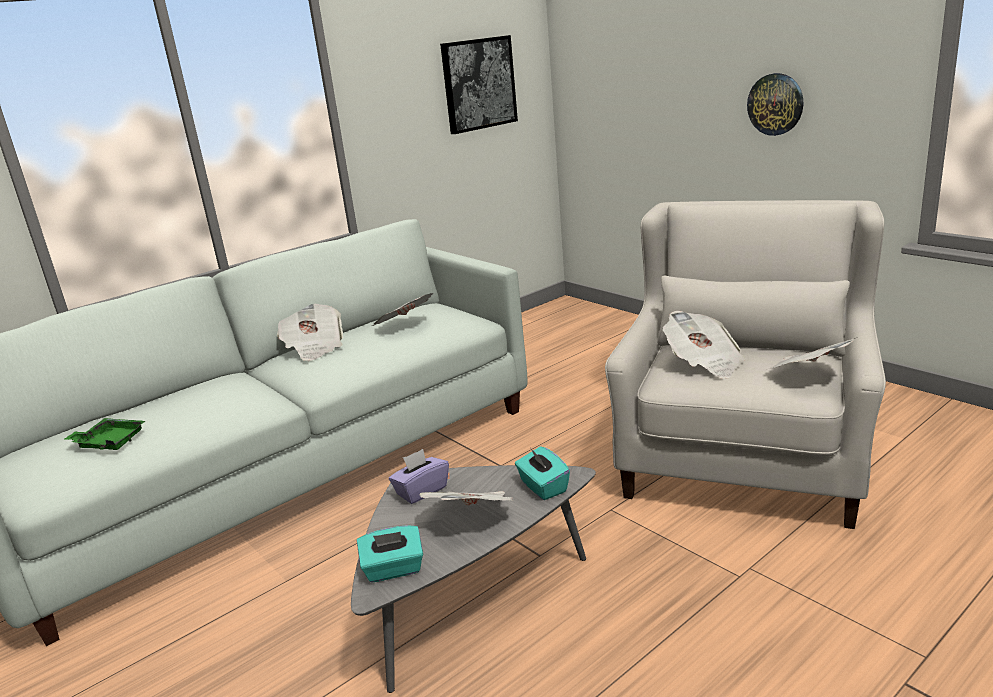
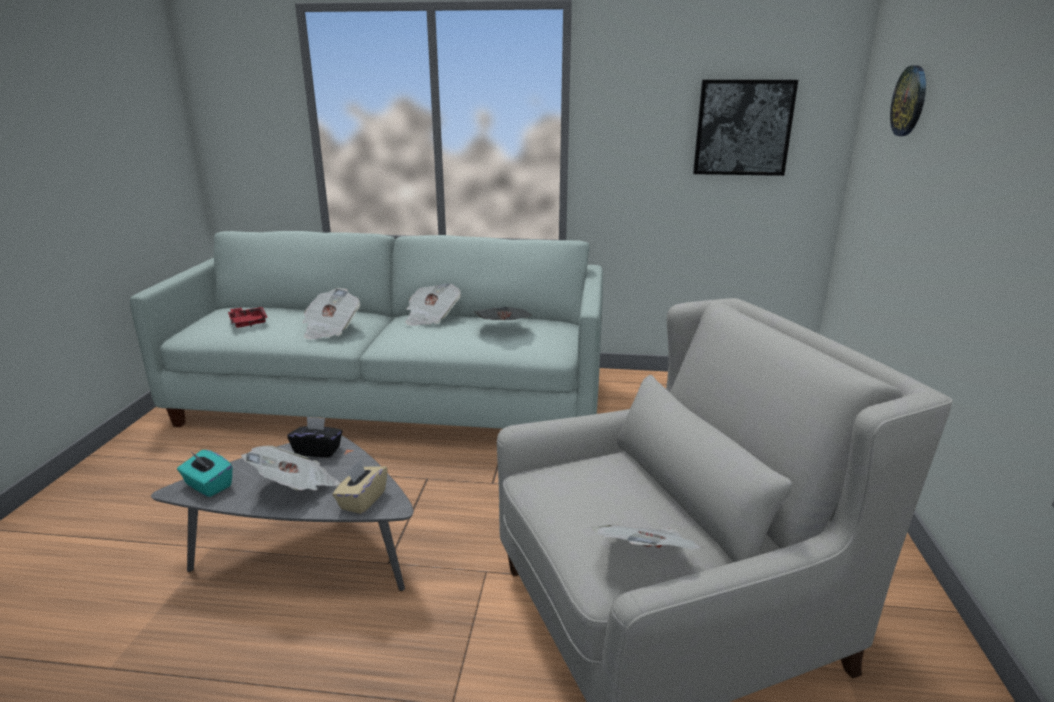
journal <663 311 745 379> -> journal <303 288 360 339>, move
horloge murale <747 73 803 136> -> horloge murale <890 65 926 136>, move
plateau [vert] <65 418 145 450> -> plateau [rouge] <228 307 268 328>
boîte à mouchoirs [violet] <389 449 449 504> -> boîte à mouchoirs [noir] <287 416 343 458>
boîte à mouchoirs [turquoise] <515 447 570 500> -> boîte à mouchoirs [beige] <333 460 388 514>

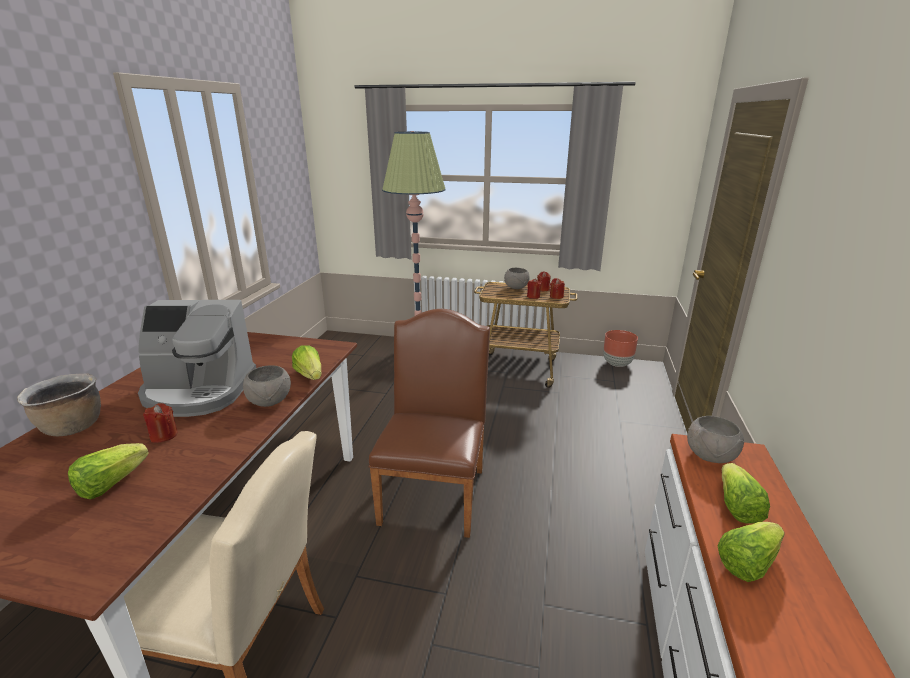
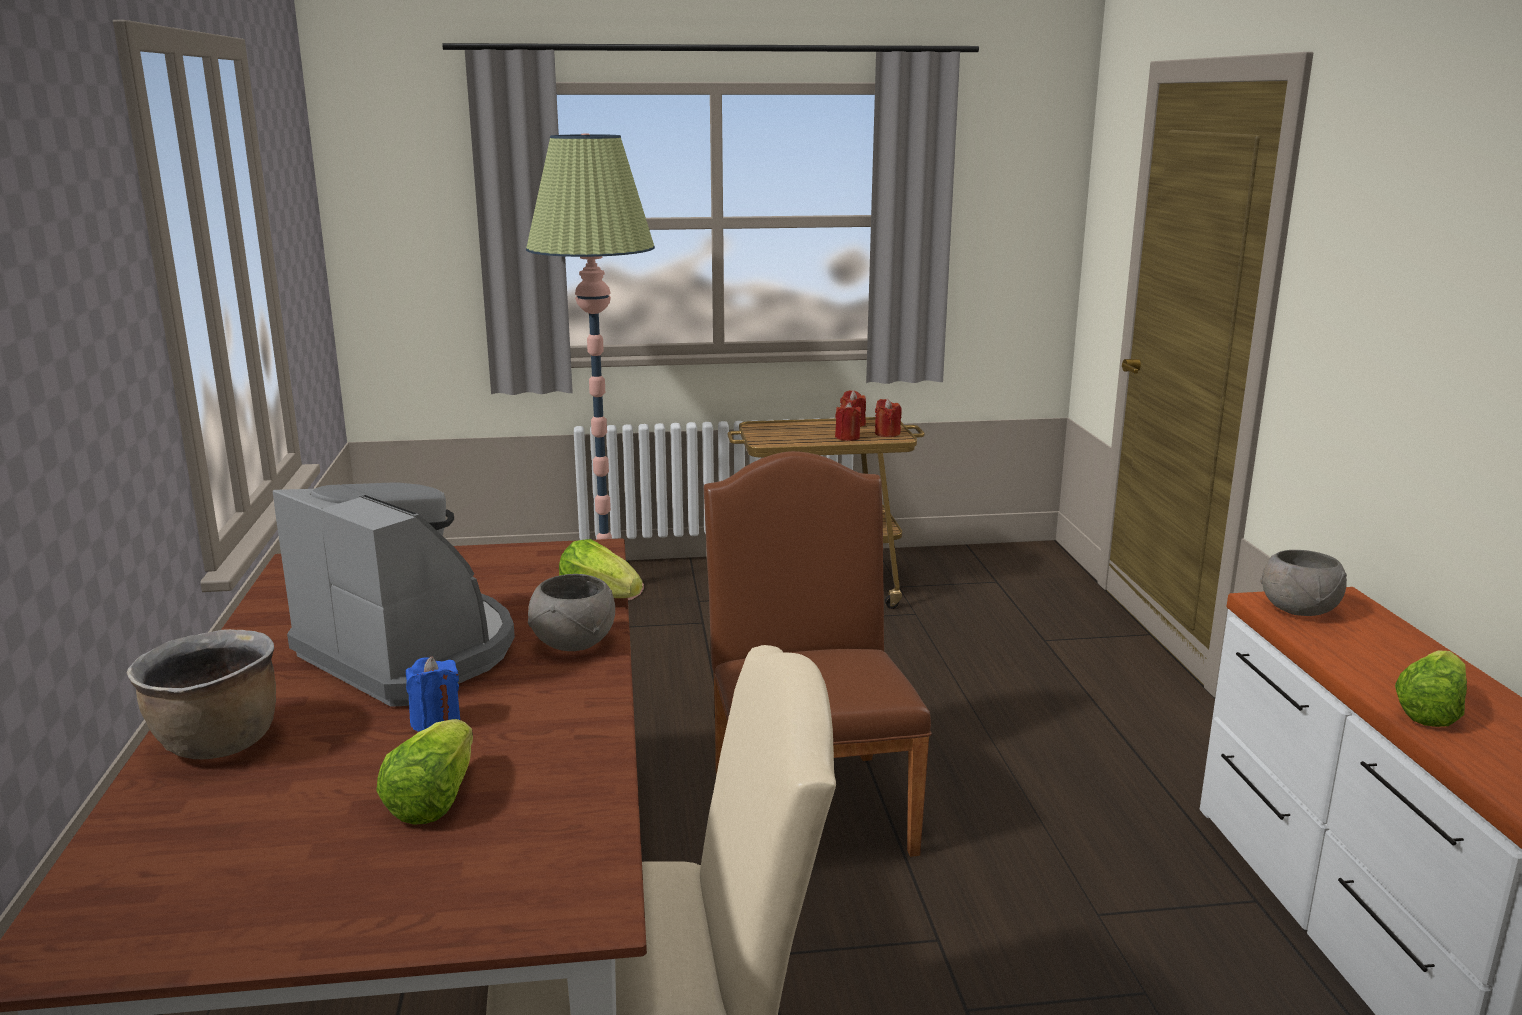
bol [gris] <504 268 529 289> -> none
cache-pot [marron] <603 330 638 367> -> none
laitue <722 463 770 523> -> none
bougie [rouge] <143 403 178 443> -> bougie [bleu] <406 656 460 732>
machine à café <138 300 256 417> -> machine à café <273 482 515 707>, 120 degrees counterclockwise

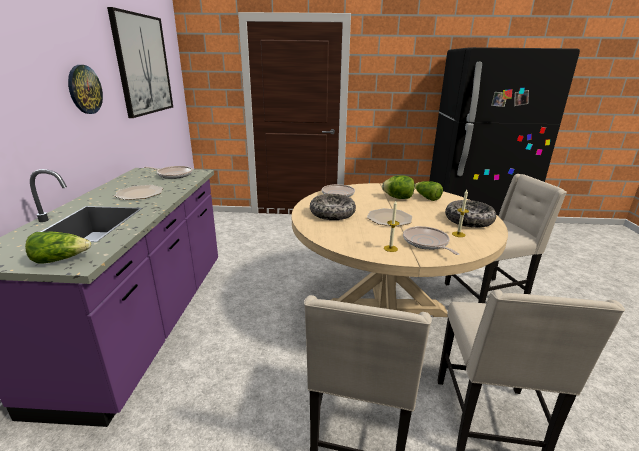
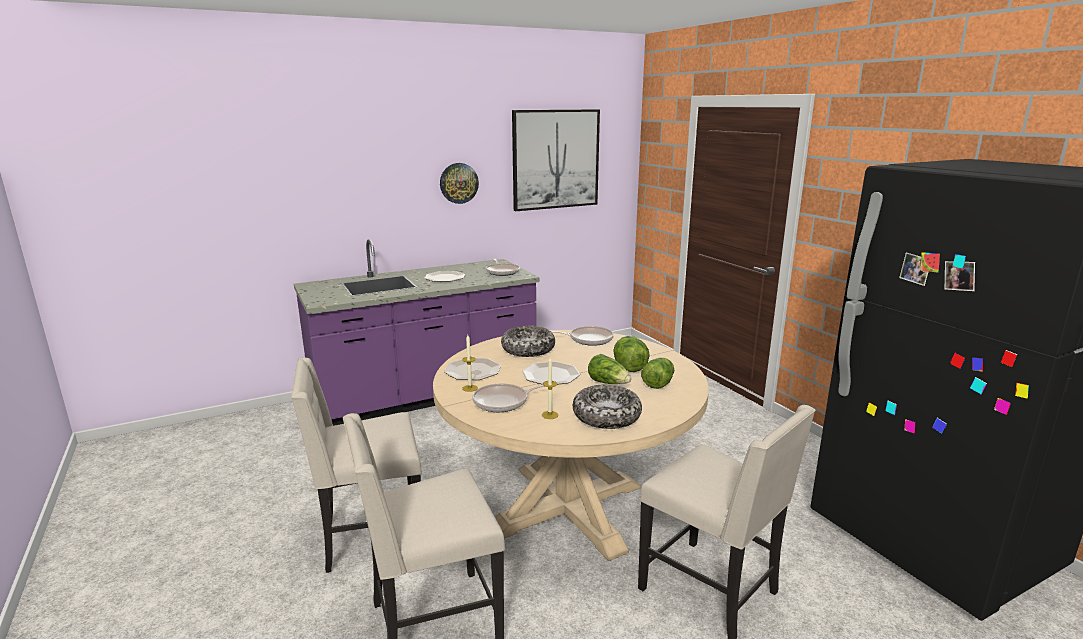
none -> assiette <444 358 501 380>
laitue <25 232 91 263> -> laitue <588 354 631 384>, move
poêle <403 226 459 255> -> poêle <472 383 545 412>, 150 degrees counterclockwise

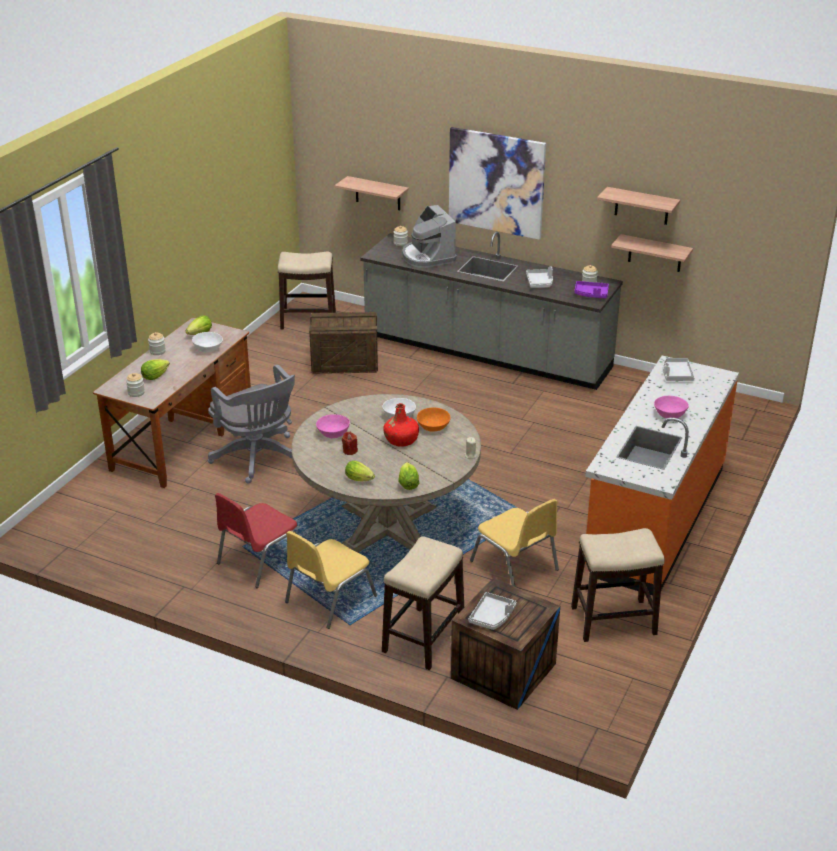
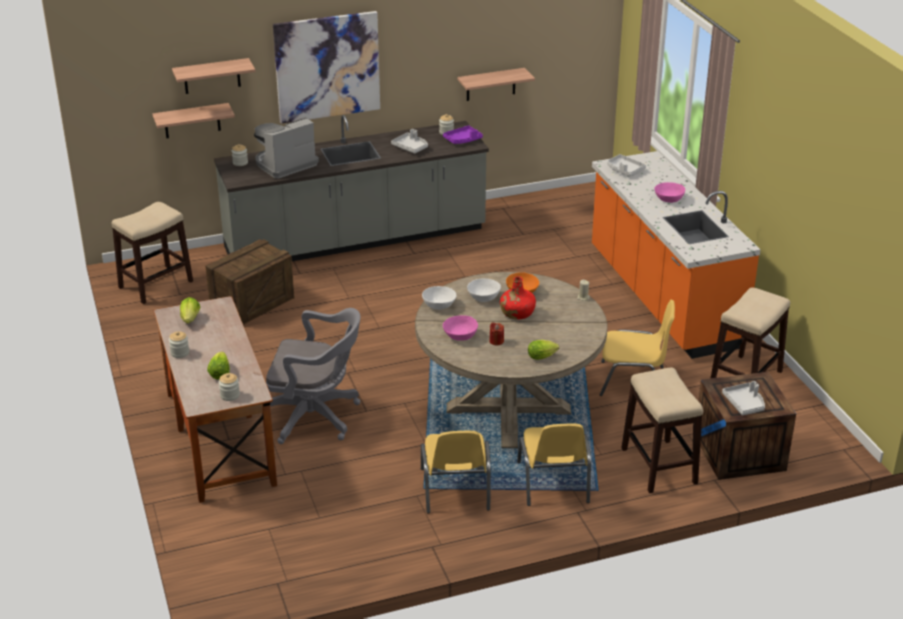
laitue <398 462 419 490> -> none
bol [blanc] <192 332 223 352> -> bol [blanc] <422 286 456 310>, move
étagère <597 187 680 225> -> étagère <172 58 256 94>, move
chaise [rouge] <215 493 297 588> -> chaise [jaune] <421 431 491 513>
machine à café <402 205 457 268> -> machine à café <254 118 319 178>, 120 degrees clockwise

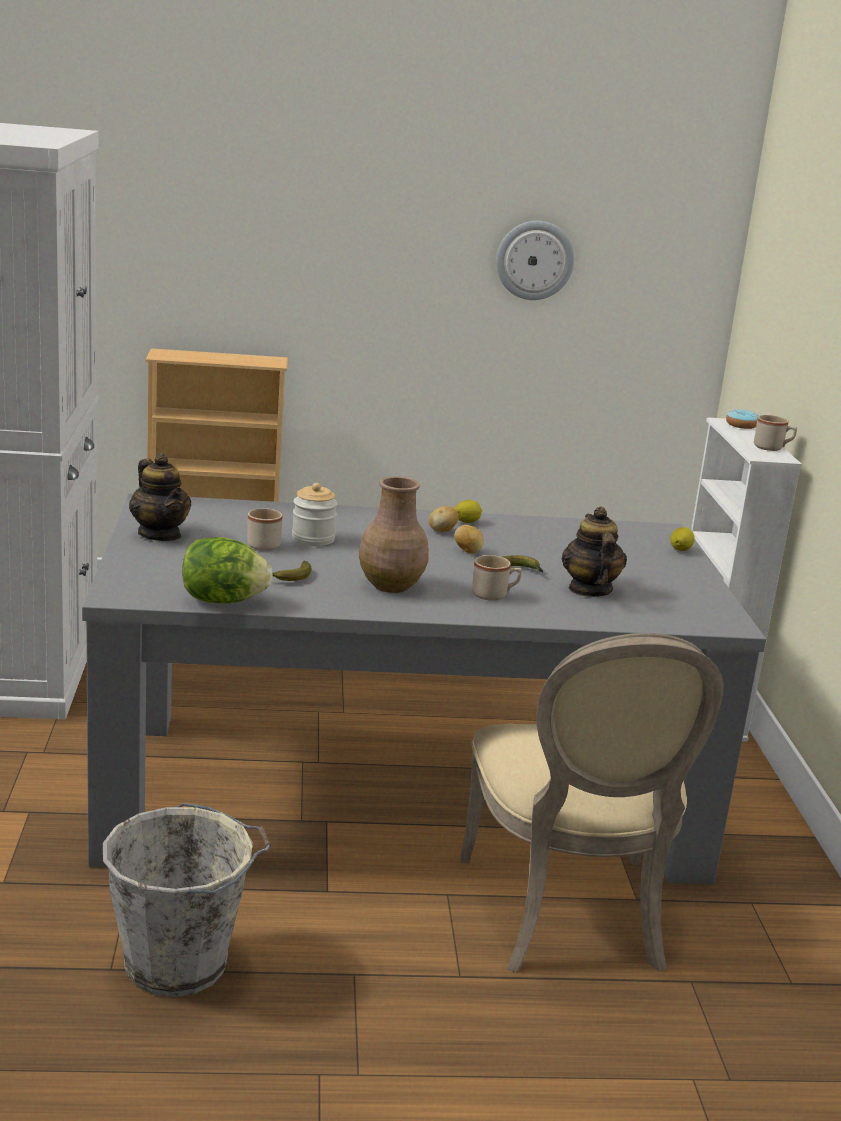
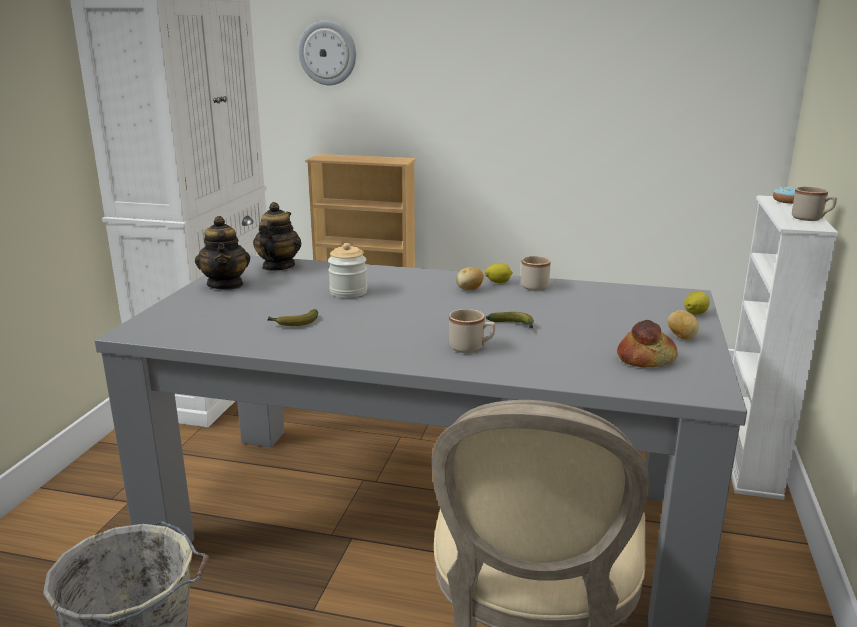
laitue <182 537 273 603> -> none
vase [marron] <359 477 429 593> -> none
none -> pain <617 320 678 368>
mug [beige] <247 508 283 551> -> mug [beige] <521 256 551 291>, move
pomme de terre <454 525 484 553> -> pomme de terre <667 310 699 340>, move
horloge murale <496 221 574 300> -> horloge murale <298 21 356 85>, move
théière <562 506 627 597> -> théière <253 202 302 271>, move

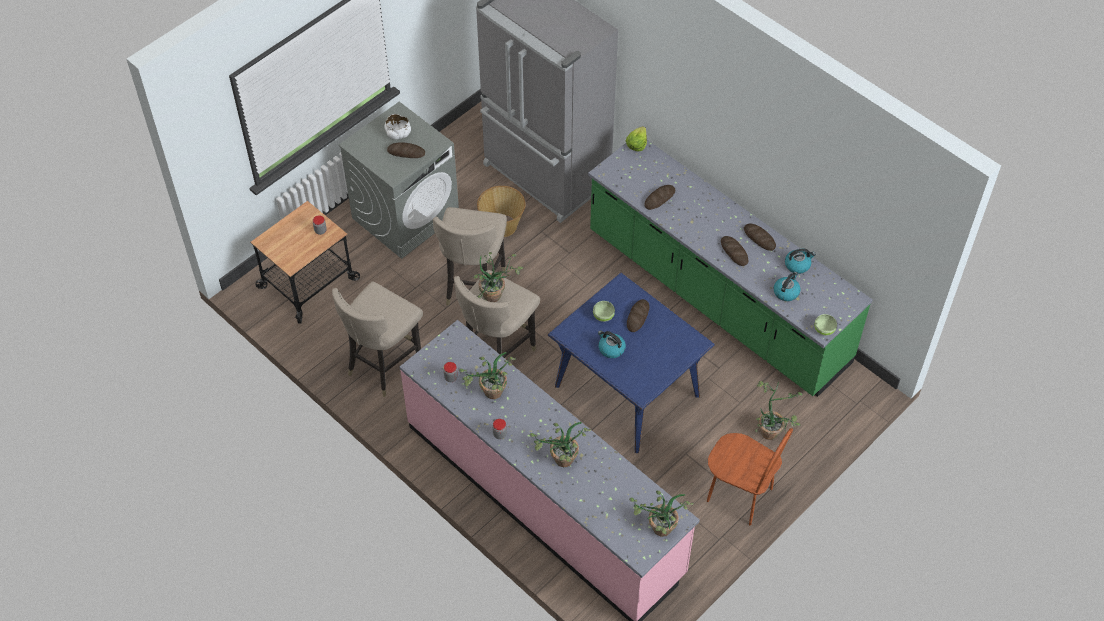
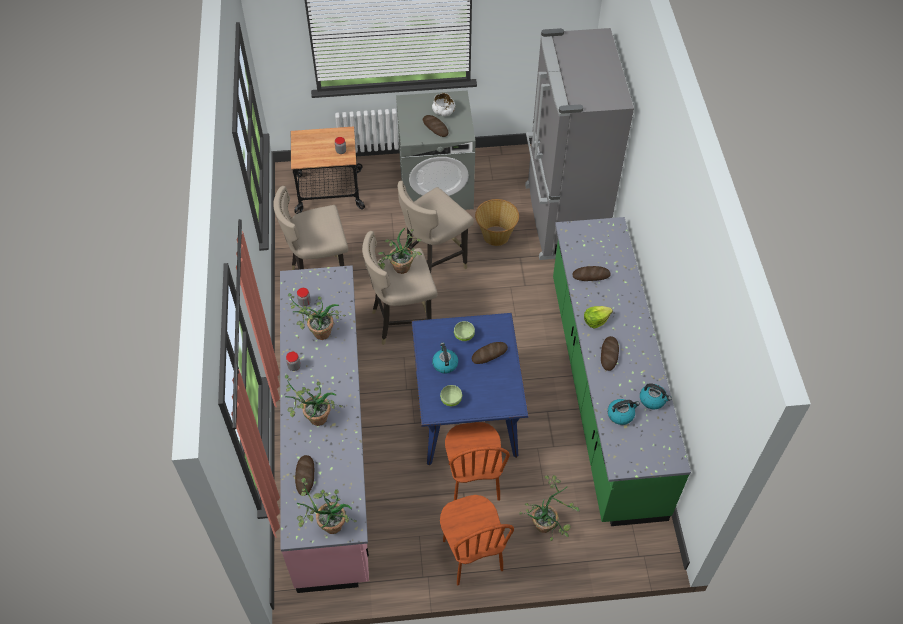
none -> chaise [marron] <445 422 510 501>
laitue <626 126 647 151> -> laitue <584 306 613 329>, move
pain <744 224 776 251> -> pain <295 455 314 495>, move
bol [vert] <814 314 837 336> -> bol [vert] <440 385 462 407>, move

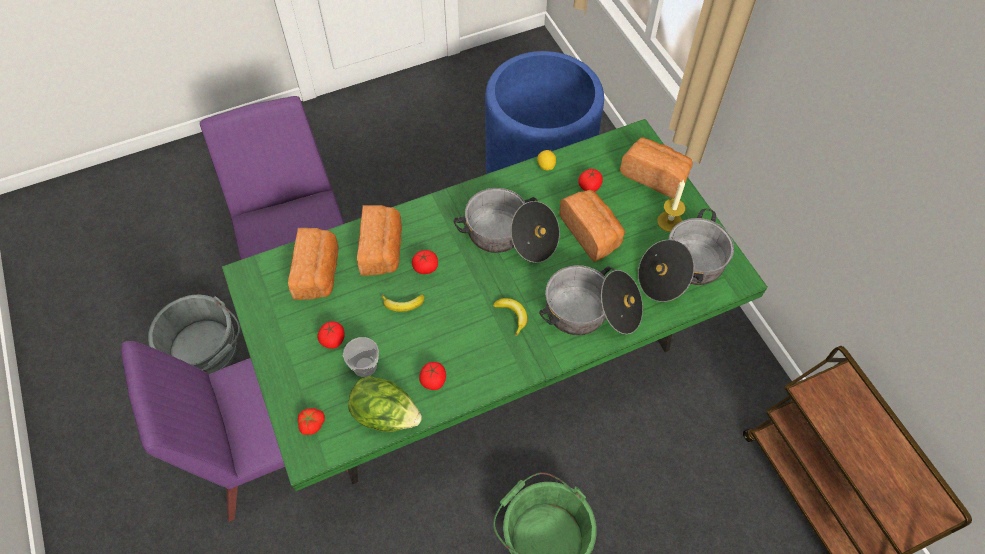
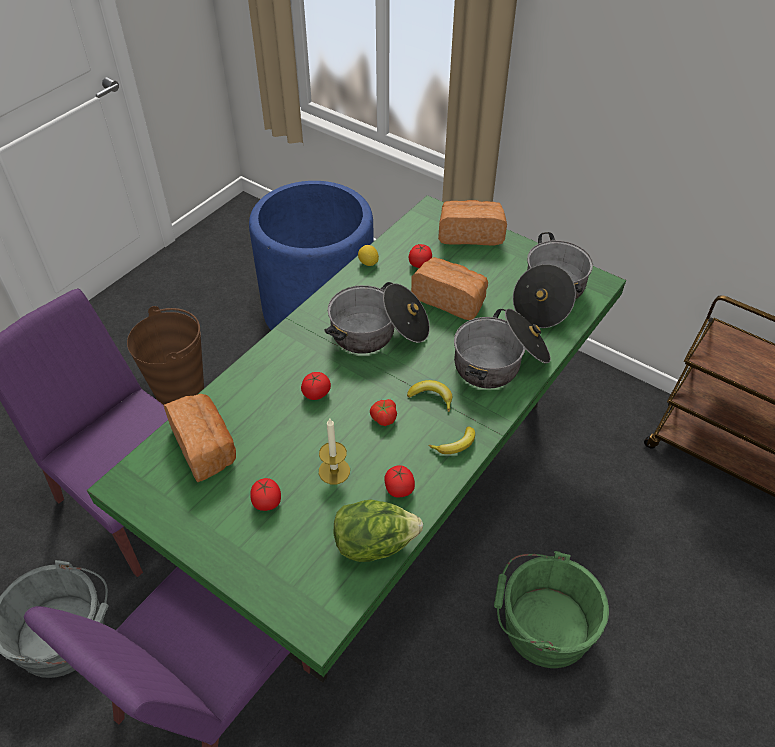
tasse <343 337 379 377> -> none
pain <357 205 402 276> -> none
none -> seau [marron] <127 306 204 405>
tomate <298 408 325 435> -> tomate <370 399 397 426>, move
banane <382 295 425 312> -> banane <429 427 475 454>, move
bougie <657 180 686 232> -> bougie <319 419 350 485>, move

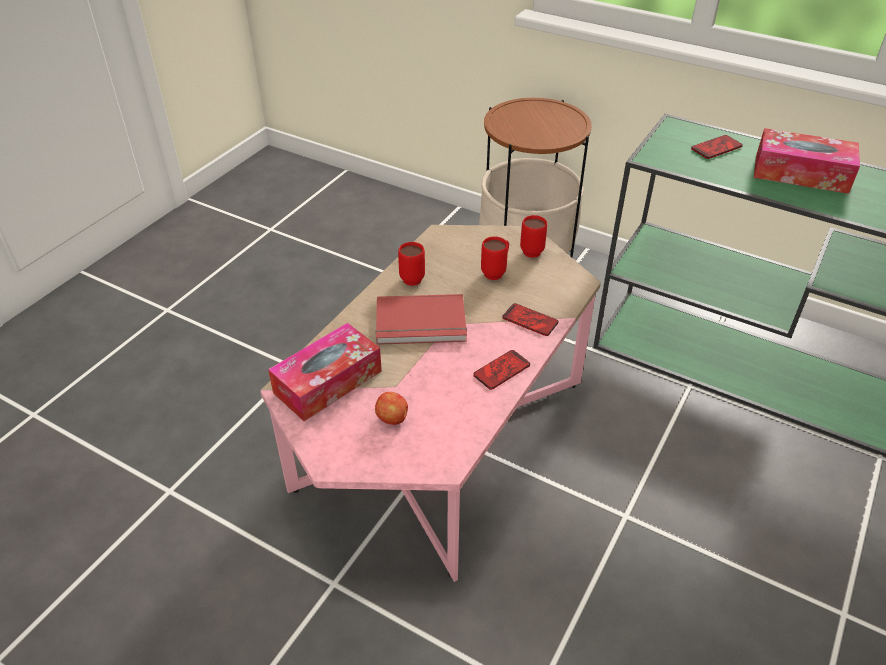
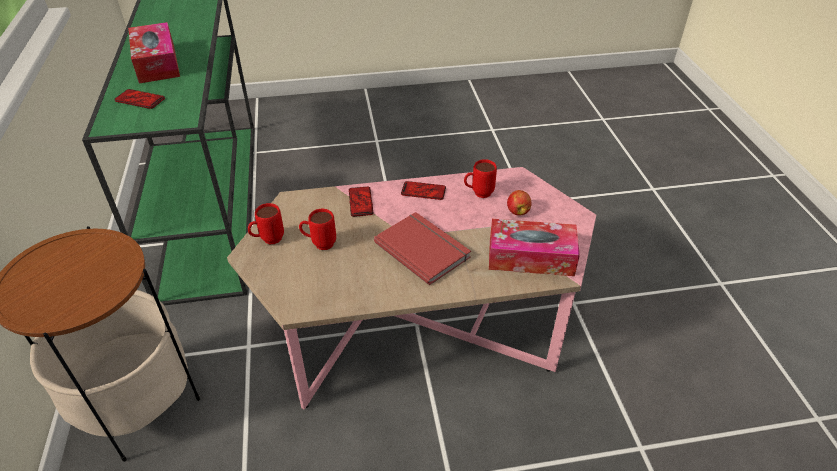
mug [rouge] <398 242 425 286> -> mug [rouge] <464 159 497 198>, move

